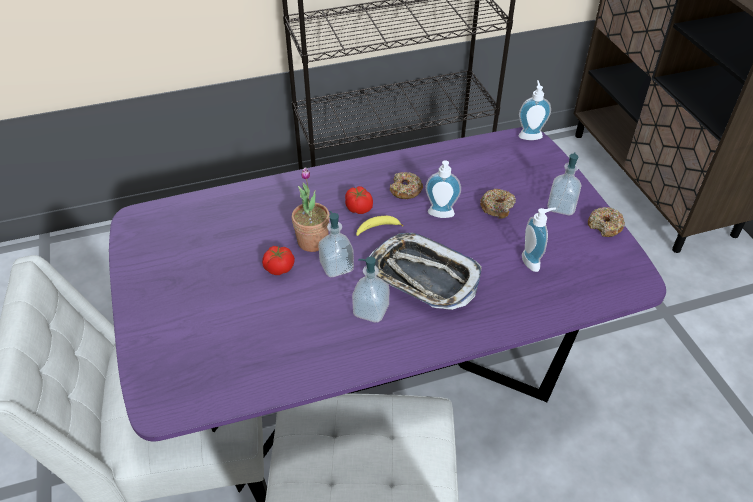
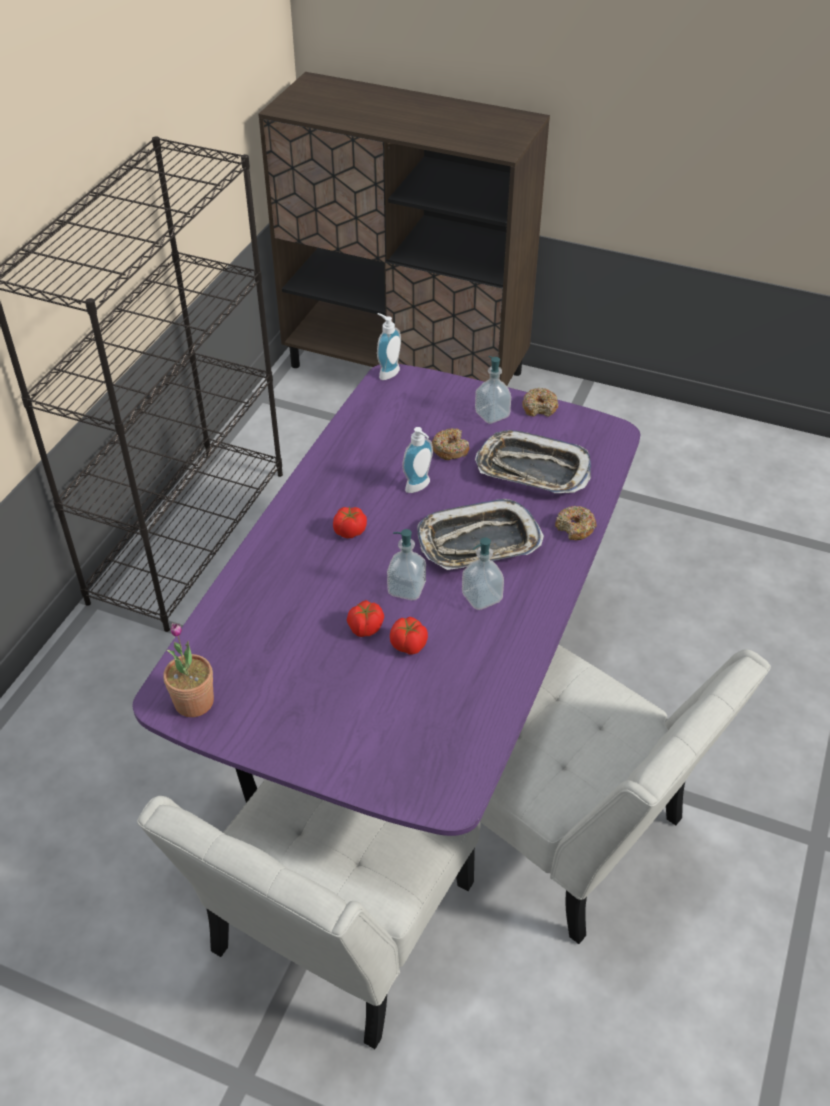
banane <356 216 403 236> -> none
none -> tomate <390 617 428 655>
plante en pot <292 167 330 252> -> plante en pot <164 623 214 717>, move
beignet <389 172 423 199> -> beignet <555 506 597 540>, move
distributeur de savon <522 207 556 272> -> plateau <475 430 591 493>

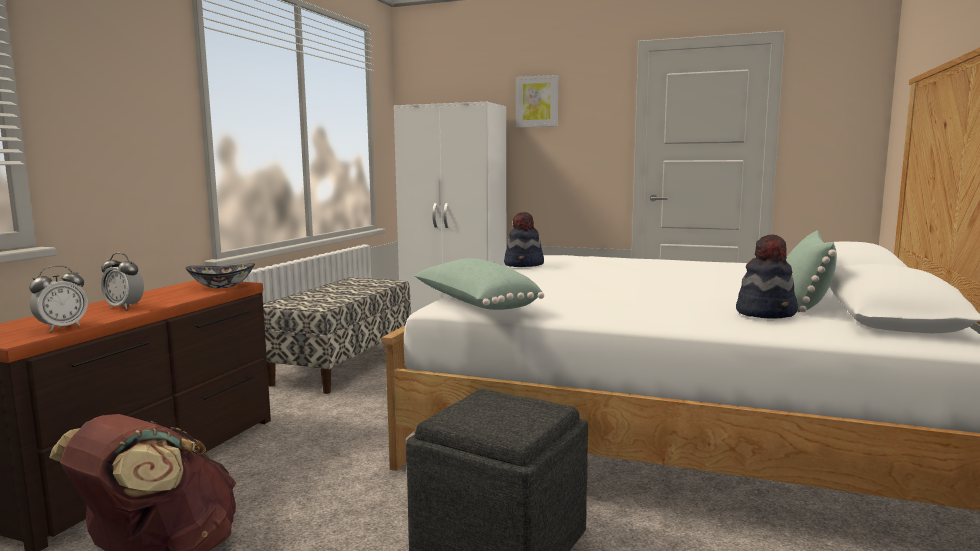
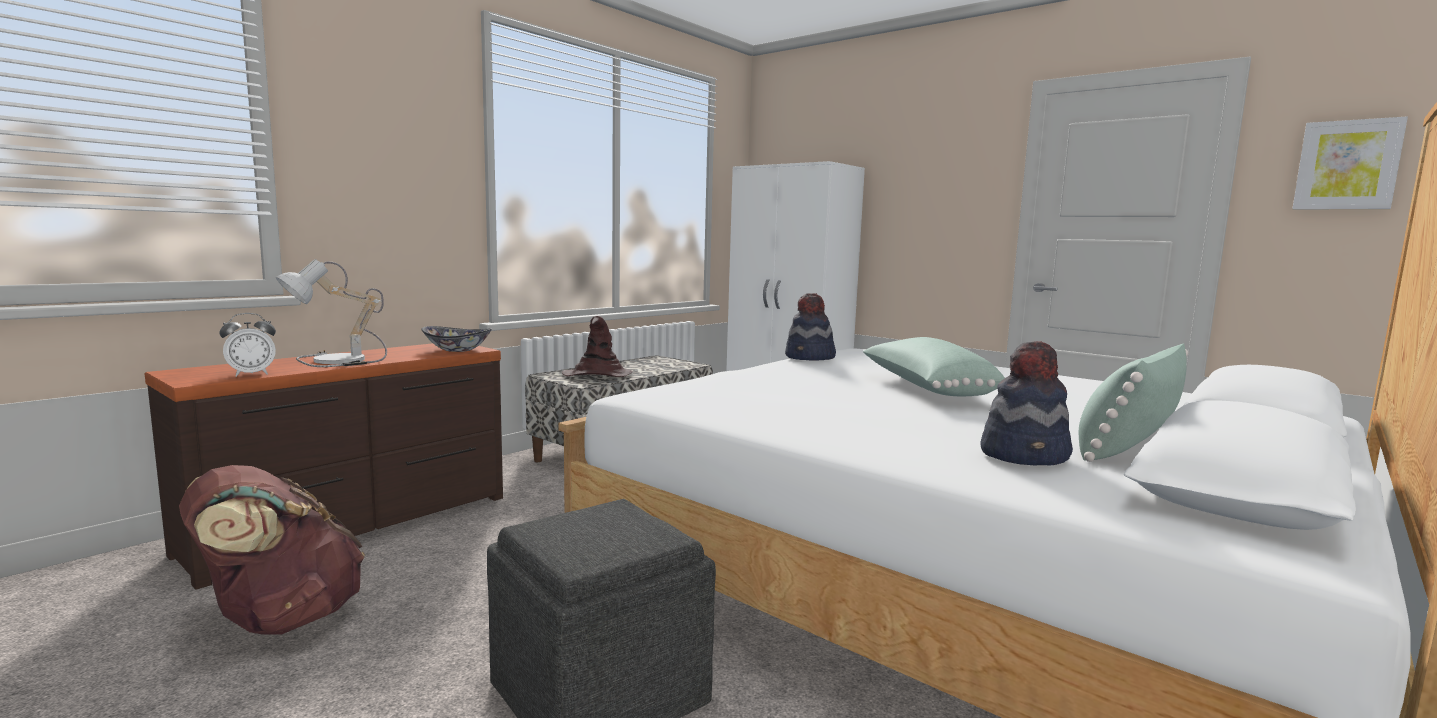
none -> chapeau [marron] <562 316 633 377>
coussin [vert] <415 258 544 310> -> coussin [vert] <863 337 1005 396>, move
tableau <516 75 558 128> -> tableau <1292 117 1408 209>, move
réveil <101 253 144 310> -> lampe de table <276 259 387 367>

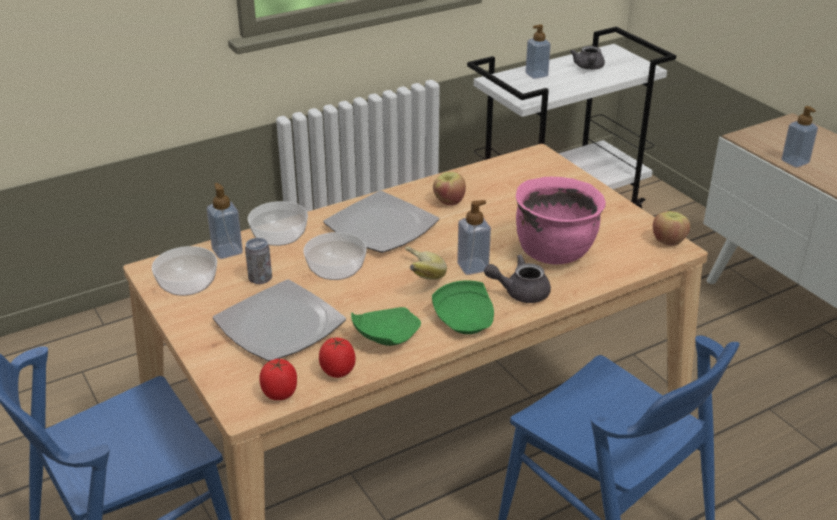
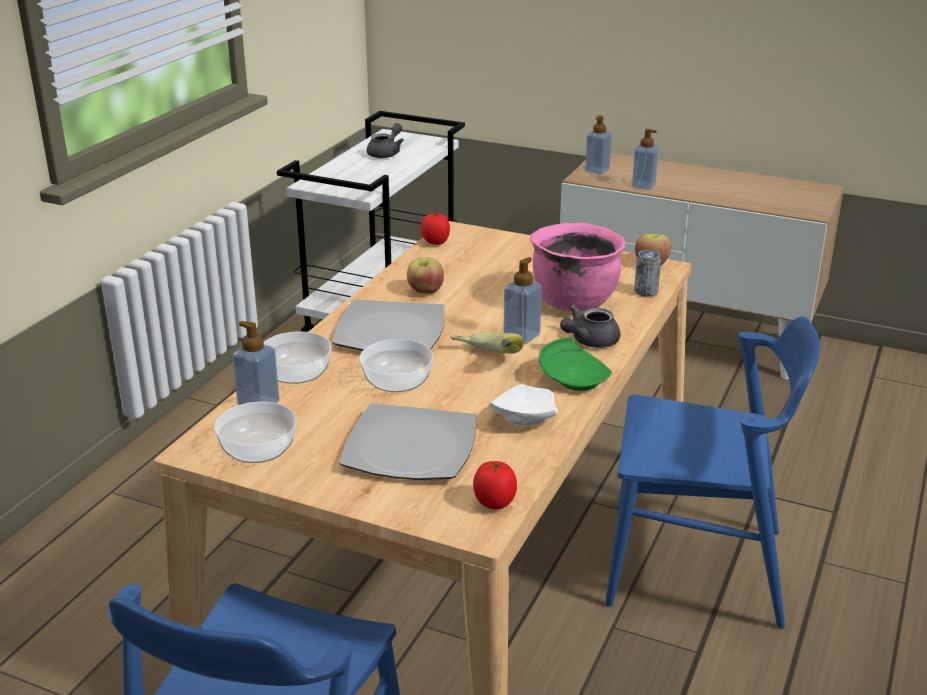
boîte métallique <245 238 272 284> -> boîte métallique <634 250 661 297>, move
tomate <319 338 356 378> -> tomate <421 212 450 245>, move
distributeur de savon <525 25 551 79> -> distributeur de savon <585 115 612 175>, move
assiette [vert] <351 307 421 346> -> assiette [blanc] <489 384 558 426>
théière [gris] <570 46 605 70> -> théière [gris] <367 123 404 158>, 120 degrees counterclockwise

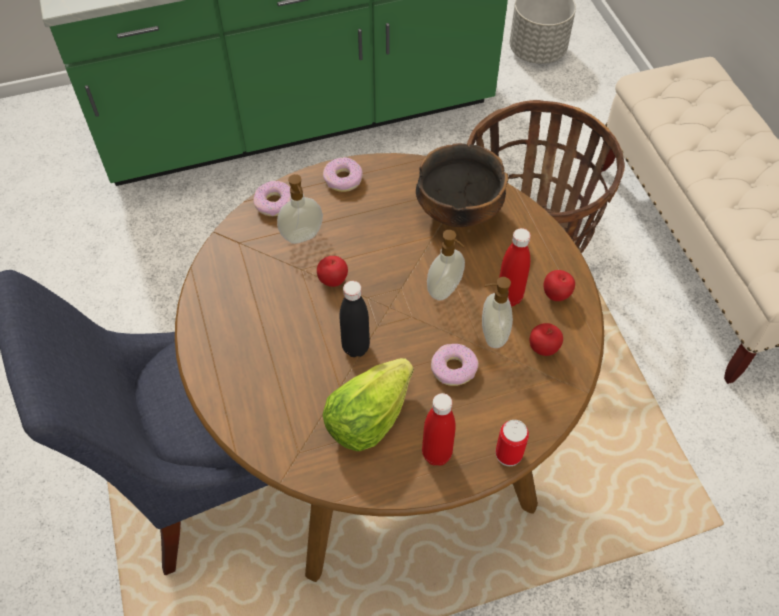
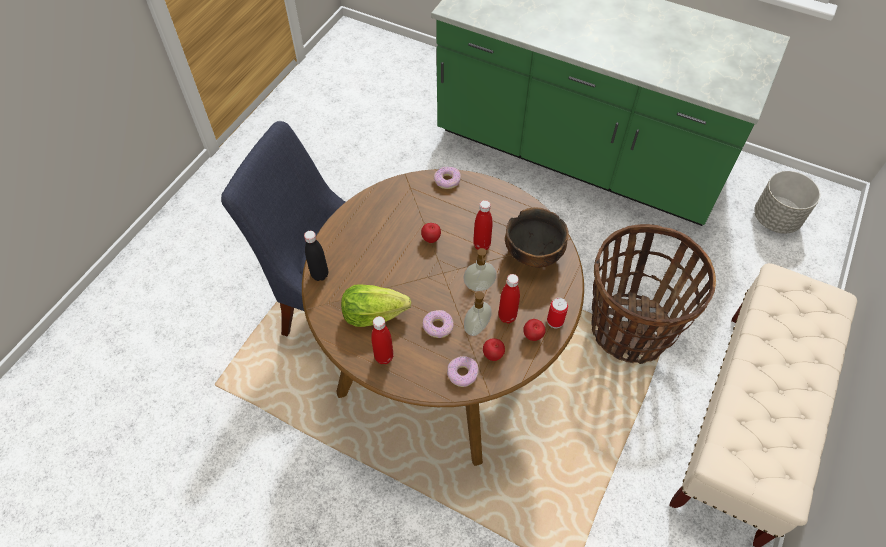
distributeur de savon <277 174 323 244> -> none
none -> bouteille [rouge] <473 200 493 250>
beignet <323 157 363 192> -> beignet <447 356 479 387>, move
bouteille [noir] <340 281 370 357> -> bouteille [noir] <304 231 328 281>, move
boîte métallique <496 420 529 466> -> boîte métallique <547 298 568 328>, move

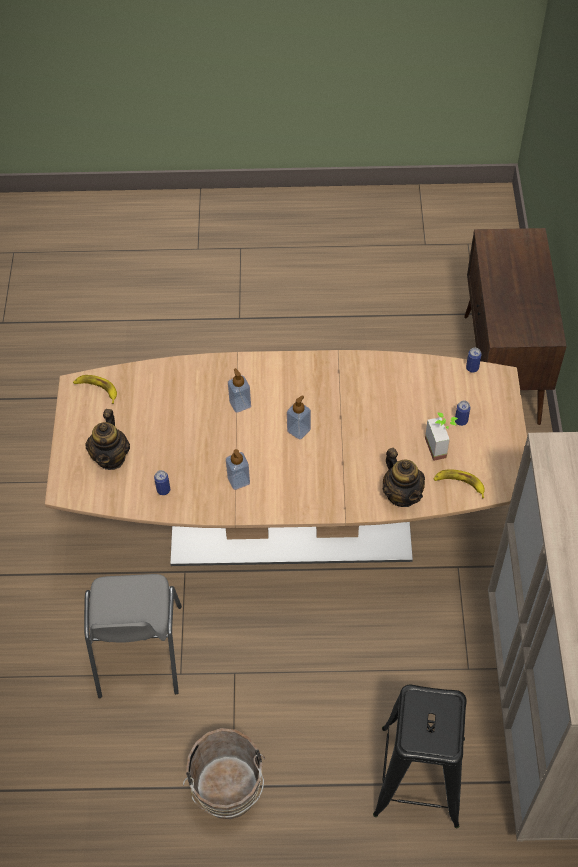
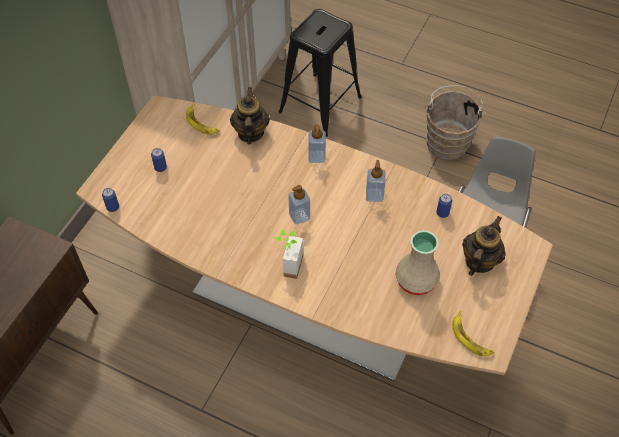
none -> vase [beige] <396 230 440 295>
distributeur de savon <228 368 251 413> -> distributeur de savon <308 124 326 163>, move
plante en pot <425 413 458 461> -> plante en pot <274 229 303 279>, move

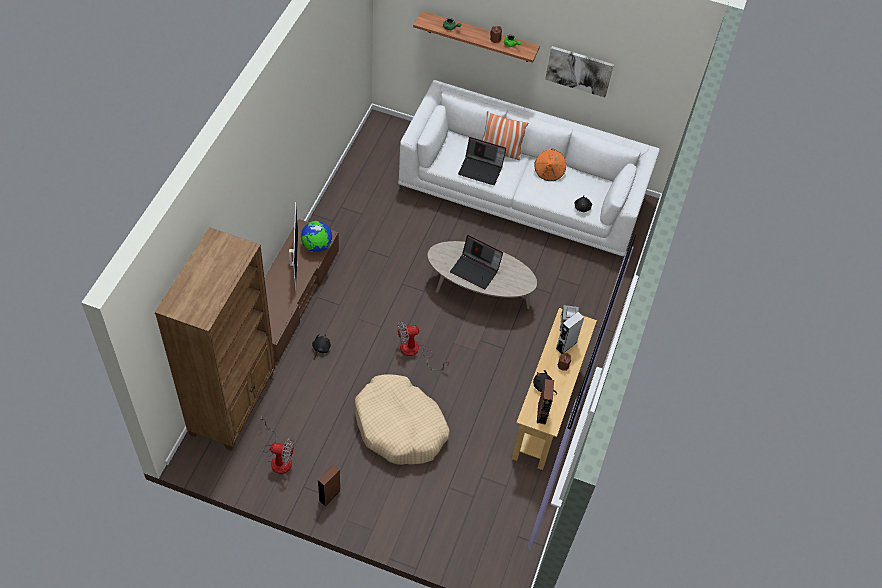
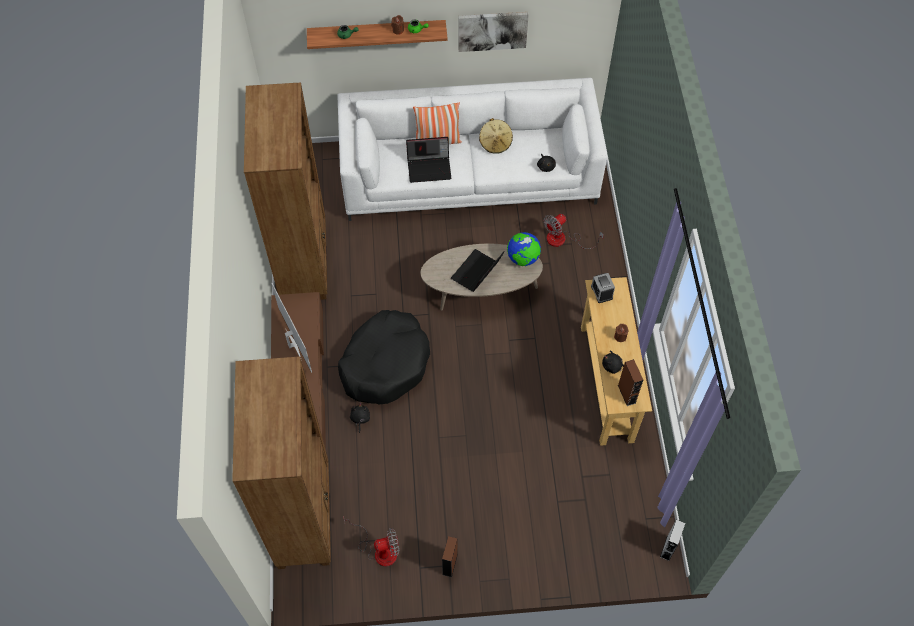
panier pour chien [beige] <355 374 450 465> -> none
none -> bibliothèque [marron] <244 82 327 300>
none -> panier pour chien [noir] <338 310 430 405>
globe <301 221 332 252> -> globe <507 232 541 266>, move
ventilateur <397 321 449 371> -> ventilateur <544 214 604 249>, move
enceinte [gris] <556 312 584 354> -> enceinte [gris] <660 520 685 561>, move
chapeau [orange] <534 149 566 181> -> chapeau [beige] <479 118 513 154>
ordinateur portable <450 235 503 289> -> ordinateur portable <451 249 505 292>, 120 degrees clockwise

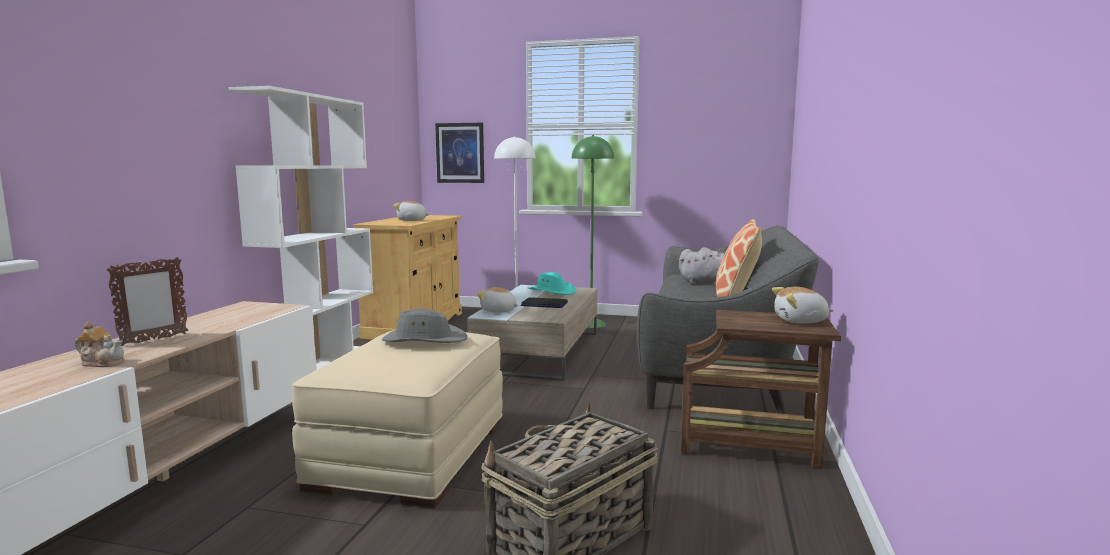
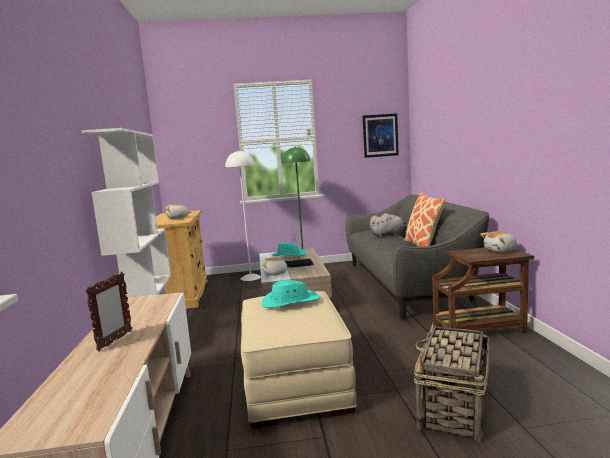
théière <74 322 125 367> -> none
tableau <435 123 484 183> -> tableau <363 113 399 158>, move
chapeau [gris] <382 309 467 343> -> chapeau [turquoise] <261 280 320 308>

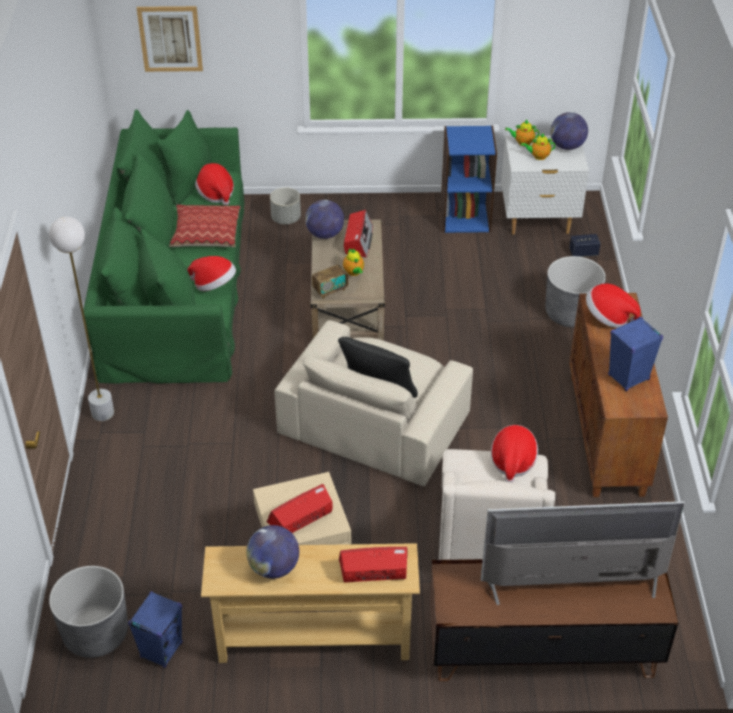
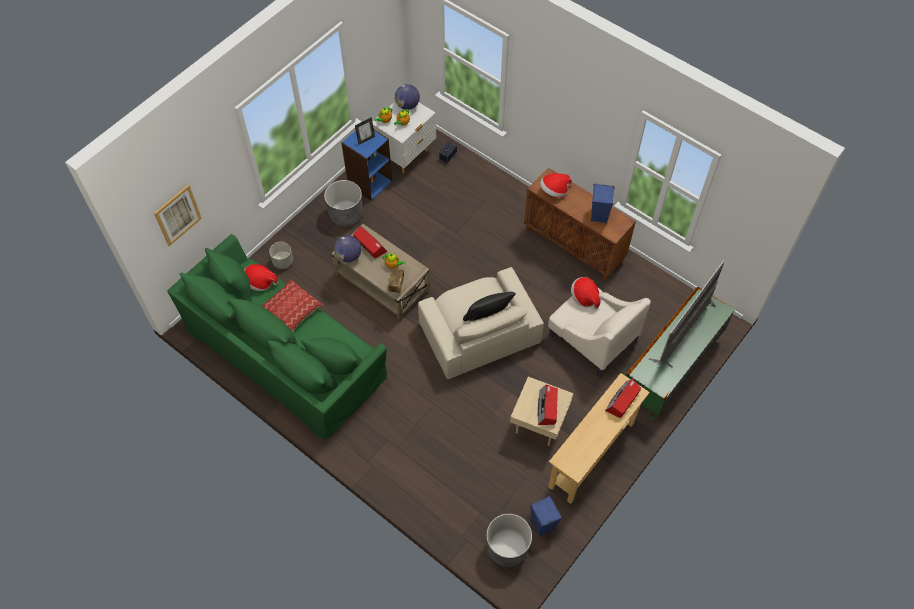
lampadaire [blanc] <49 217 114 421> -> none
chapeau <187 256 236 291> -> none
globe <246 525 299 579> -> none
none -> cadre photo <355 117 375 144>
cache-pot [gris] <545 256 606 328> -> cache-pot [gris] <324 180 363 226>, move
meuble télé [marron] <430 559 678 681> -> meuble télé [vert] <626 286 735 420>

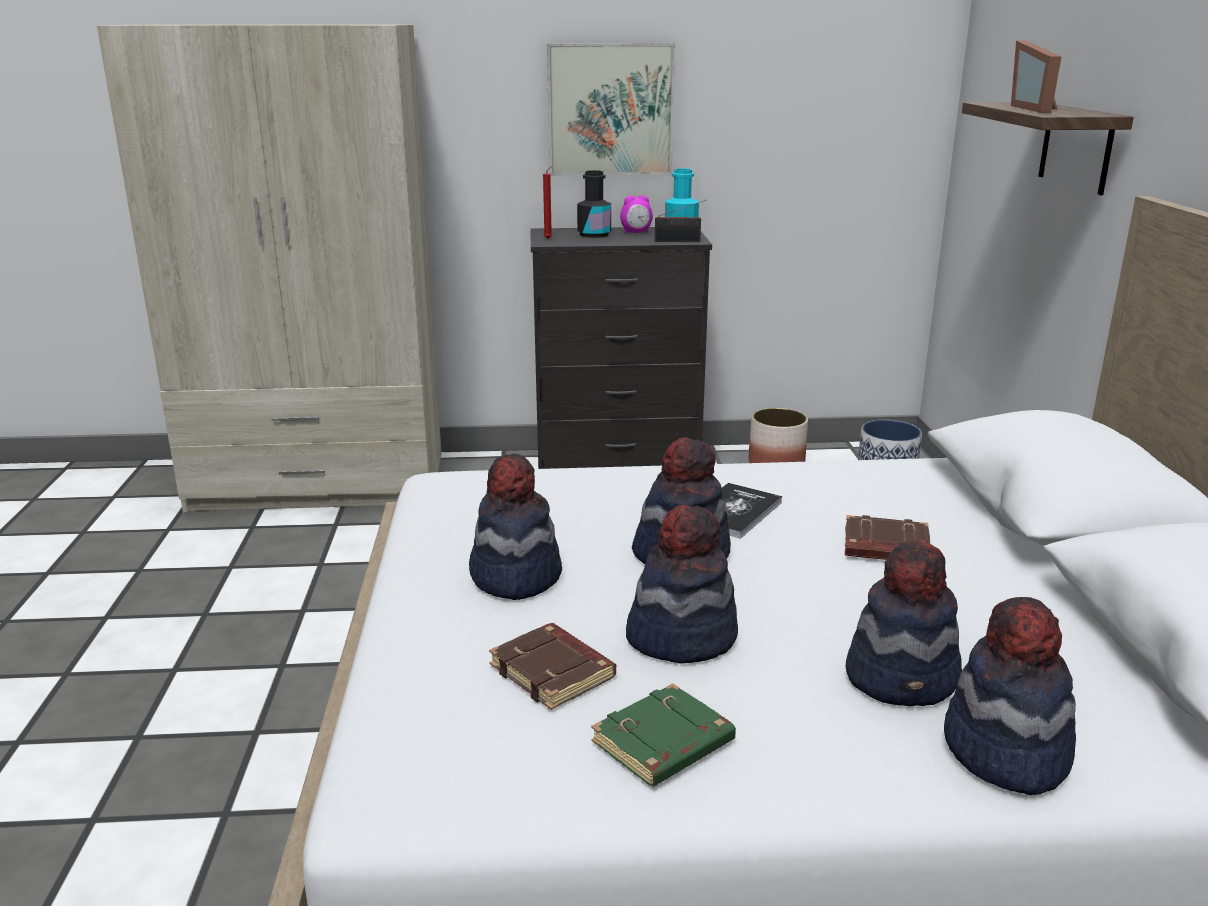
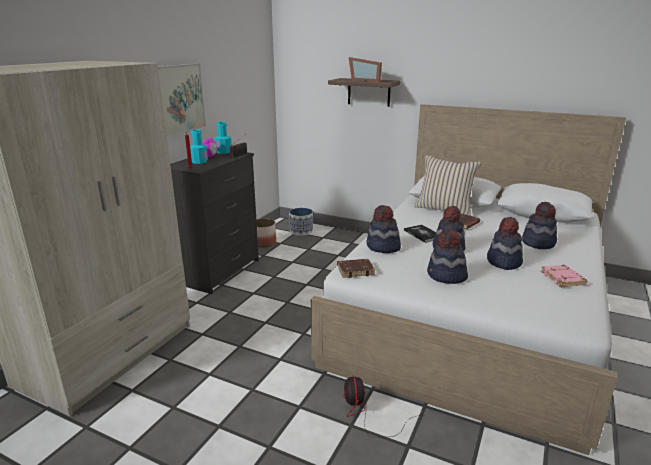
none -> ventilateur <343 376 425 438>
none -> coussin [beige] <414 155 482 216>
livre [marron] <489 623 616 710> -> livre [marron] <337 259 375 278>, move
chapeau <944 597 1076 795> -> chapeau <366 205 401 253>, move
bouteille [noir] <577 170 611 238> -> bouteille [turquoise] <190 130 208 164>
livre [vert] <591 683 736 786> -> livre [rose] <541 265 588 287>

